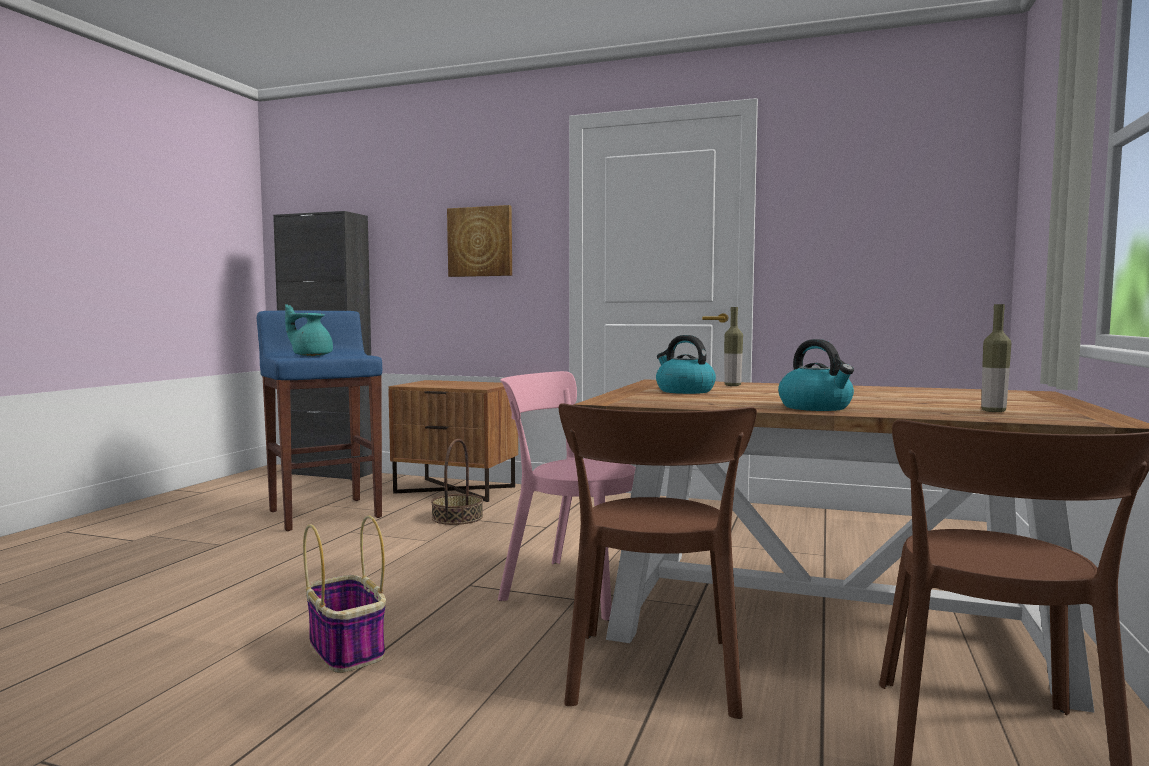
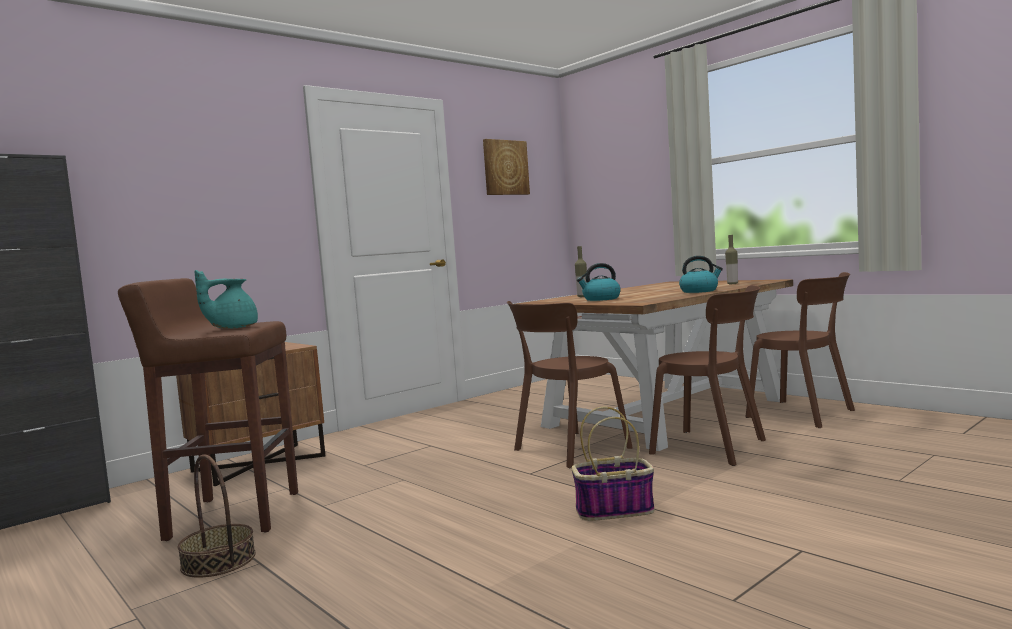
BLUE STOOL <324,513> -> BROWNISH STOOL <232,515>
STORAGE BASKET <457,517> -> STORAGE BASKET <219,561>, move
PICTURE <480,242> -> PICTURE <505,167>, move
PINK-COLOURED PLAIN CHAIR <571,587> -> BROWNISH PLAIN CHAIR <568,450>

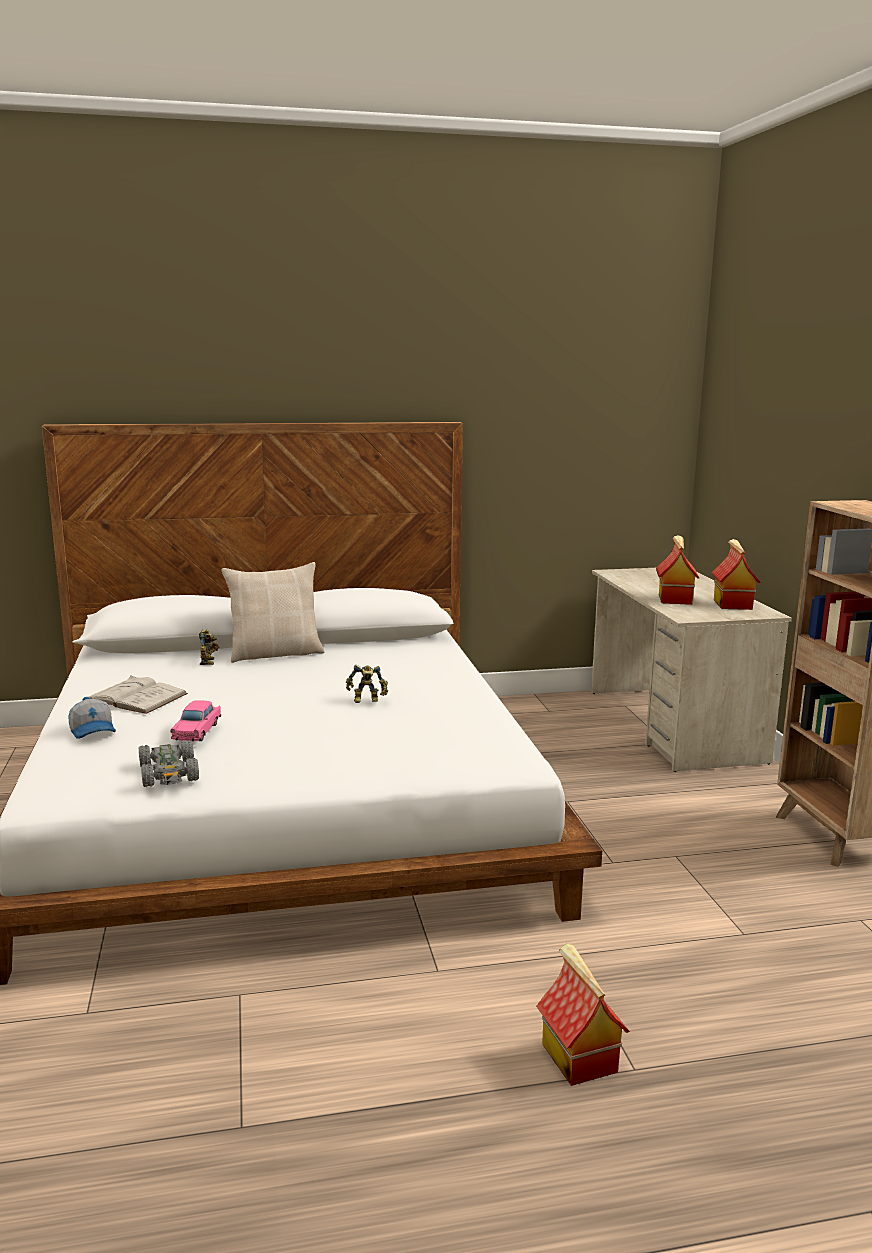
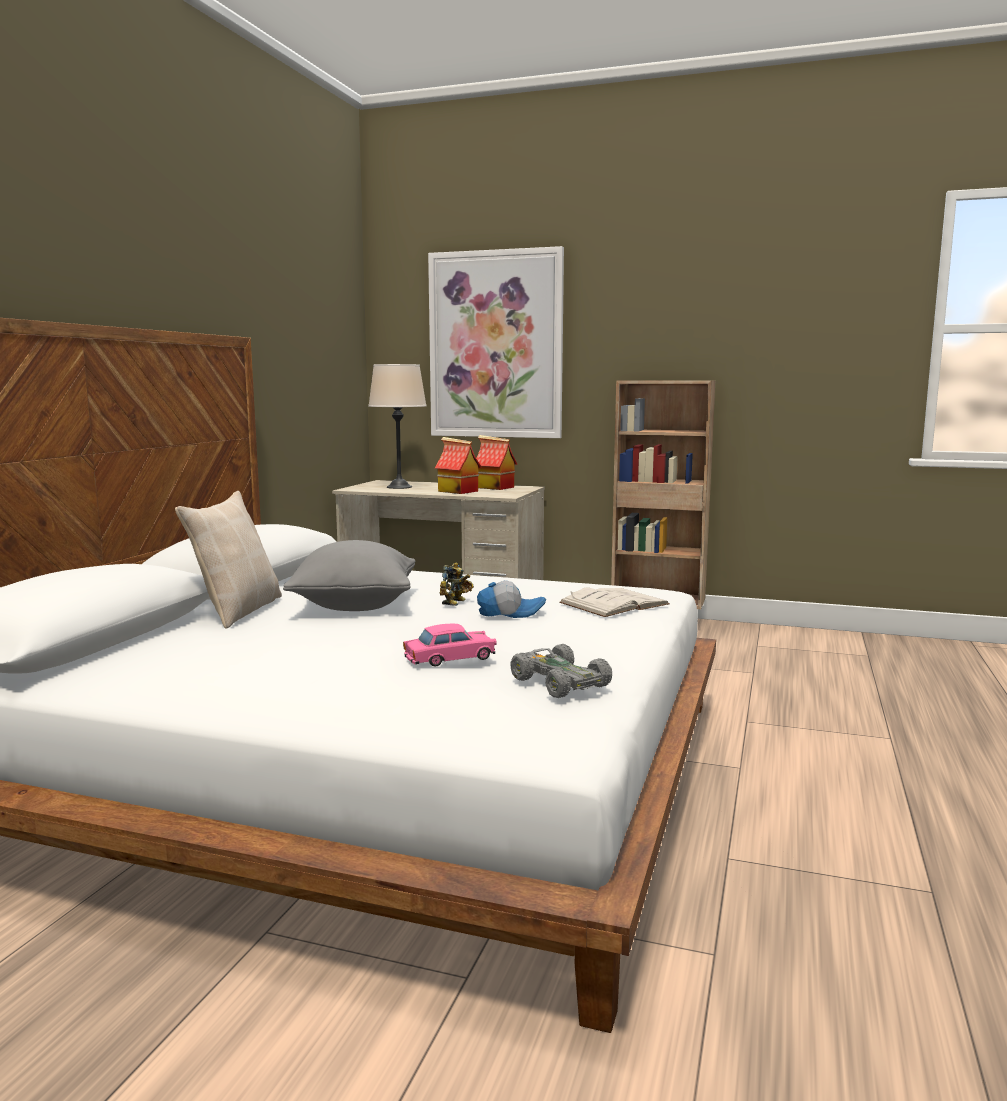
BASEBALL CAP <93,730> -> BASEBALL CAP <510,613>, move
WHITE BOOK <136,697> -> WHITE BOOK <614,603>, move
GREYISH MINIATURE CAR <169,773> -> GREYISH MINIATURE CAR <558,682>, 135 degrees counterclockwise
PINK-COLOURED MINIATURE CAR <197,731> -> PINK-COLOURED MINIATURE CAR <450,658>, 60 degrees counterclockwise
MODEL ROBOT <209,661> -> none
MODEL HOUSE <577,1057> -> none
none -> GREYISH PILLOW <355,606>
none -> BEIGE-COLOURED TABLE LAMP <399,487>
none -> PICTURE <496,345>

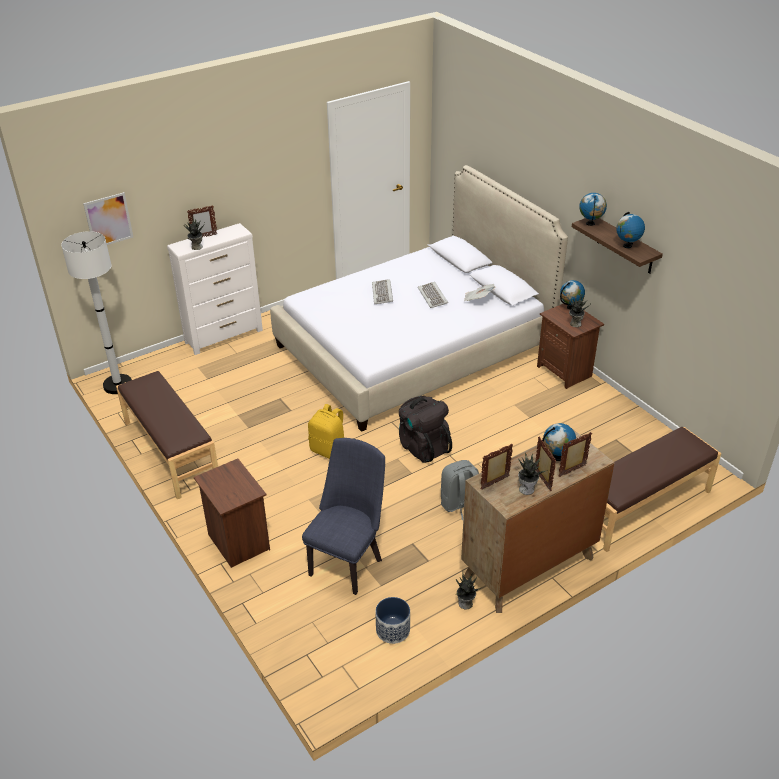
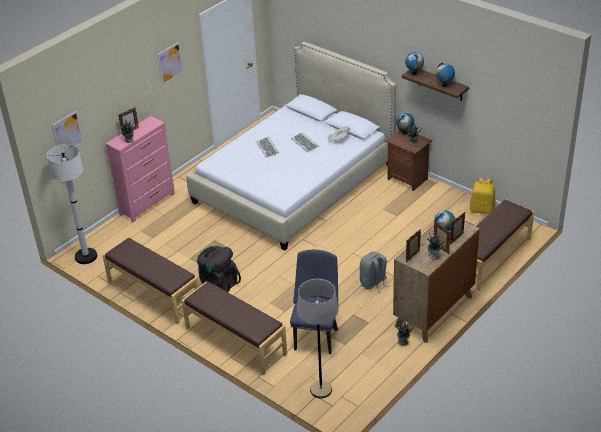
WHITE DRESSER <224,336> -> PINK-COLOURED DRESSER <148,204>
BROWNISH BEDSIDE TABLE <237,542> -> BROWNISH LONG SEAT <235,341>
YELLOW-COLOURED BACKPACK <329,450> -> YELLOW-COLOURED BACKPACK <482,209>, move
PLANTER <392,630> -> none
BLACK BACKPACK <423,446> -> BLACK BACKPACK <218,283>, move
none -> PICTURE <170,63>
none -> GREYISH STANDARD LAMP <321,390>

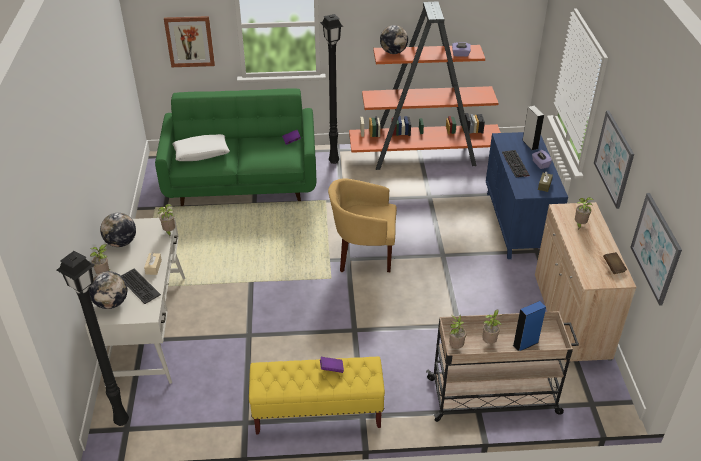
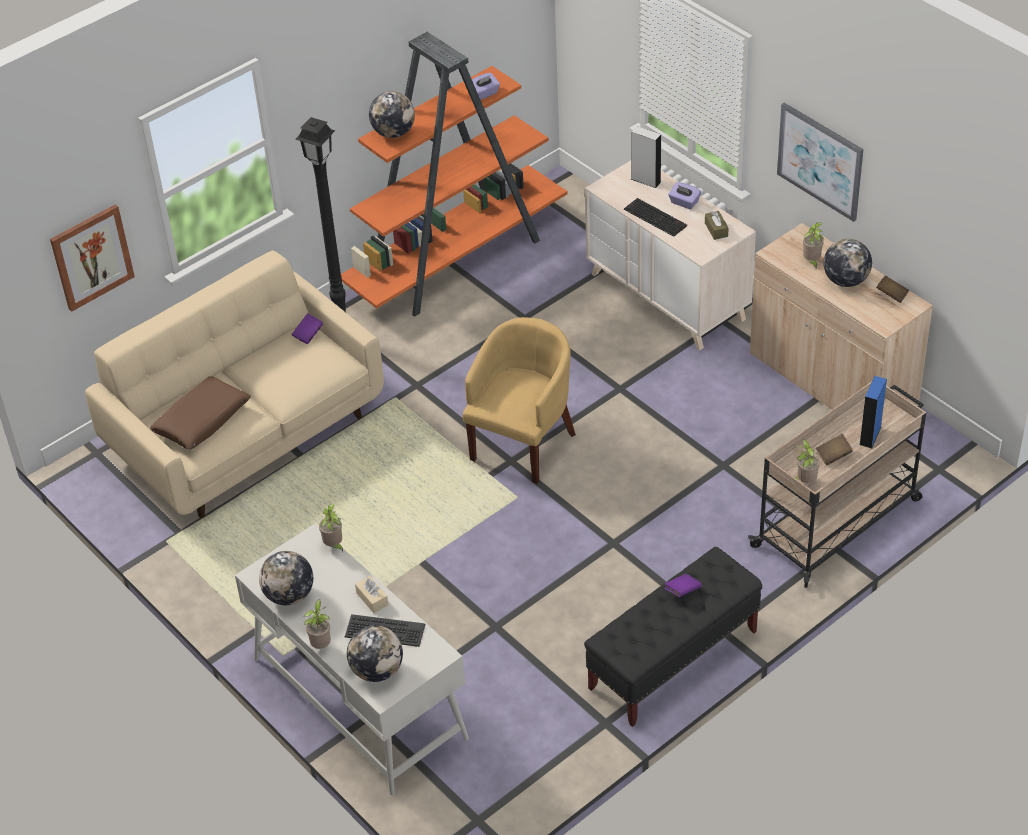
BLACK STANDARD LAMP <120,421> -> none
GREEN COUCH <242,181> -> BEIGE-COLOURED COUCH <247,434>
WHITE PILLOW <201,153> -> BROWNISH PILLOW <202,420>
YELLOW-COLOURED LONG SEAT <317,413> -> BLACK LONG SEAT <672,660>
YELLOW-COLOURED ARMCHAIR <363,254> -> YELLOW-COLOURED ARMCHAIR <523,443>, 150 degrees clockwise
POTTED PLANT <489,342> -> BROWNISH BOOK <833,455>
BLUE DRESSER <517,224> -> BEIGE-COLOURED DRESSER <668,297>
PICTURE <656,248> -> none
none -> WORLD GLOBE <845,281>

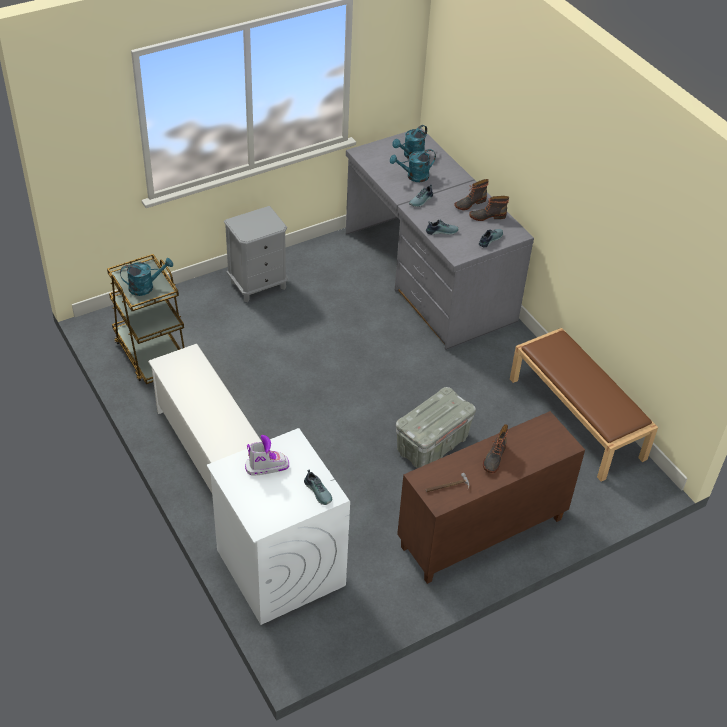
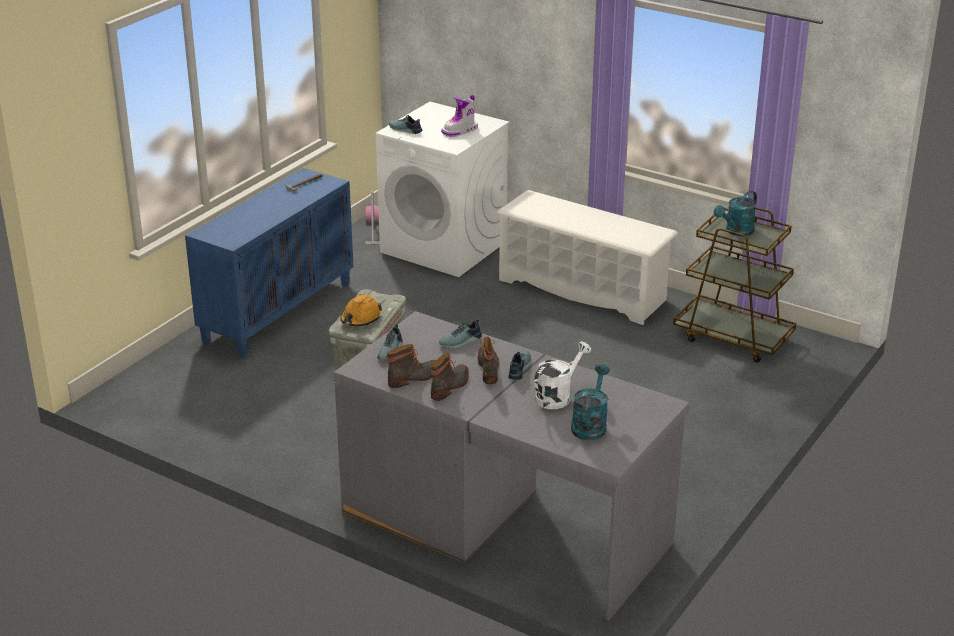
GREYISH BEDSIDE TABLE <258,285> -> none
TURQUOISE WATERING CAN <413,176> -> WHITE WATERING CAN <557,396>
BROWNISH CUPBOARD <481,534> -> BLUE CUPBOARD <278,311>
HIGH-TOP BOOT <494,458> -> HIGH-TOP BOOT <489,368>, move
BROWNISH LONG SEAT <577,418> -> none
none -> ORANGE SAFETY HELMET <360,318>
none -> HOOVER <373,229>

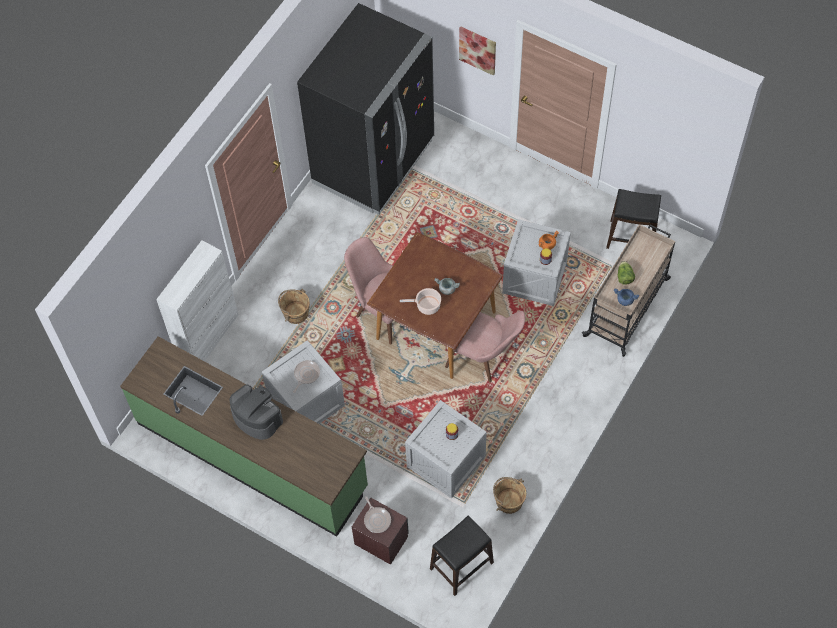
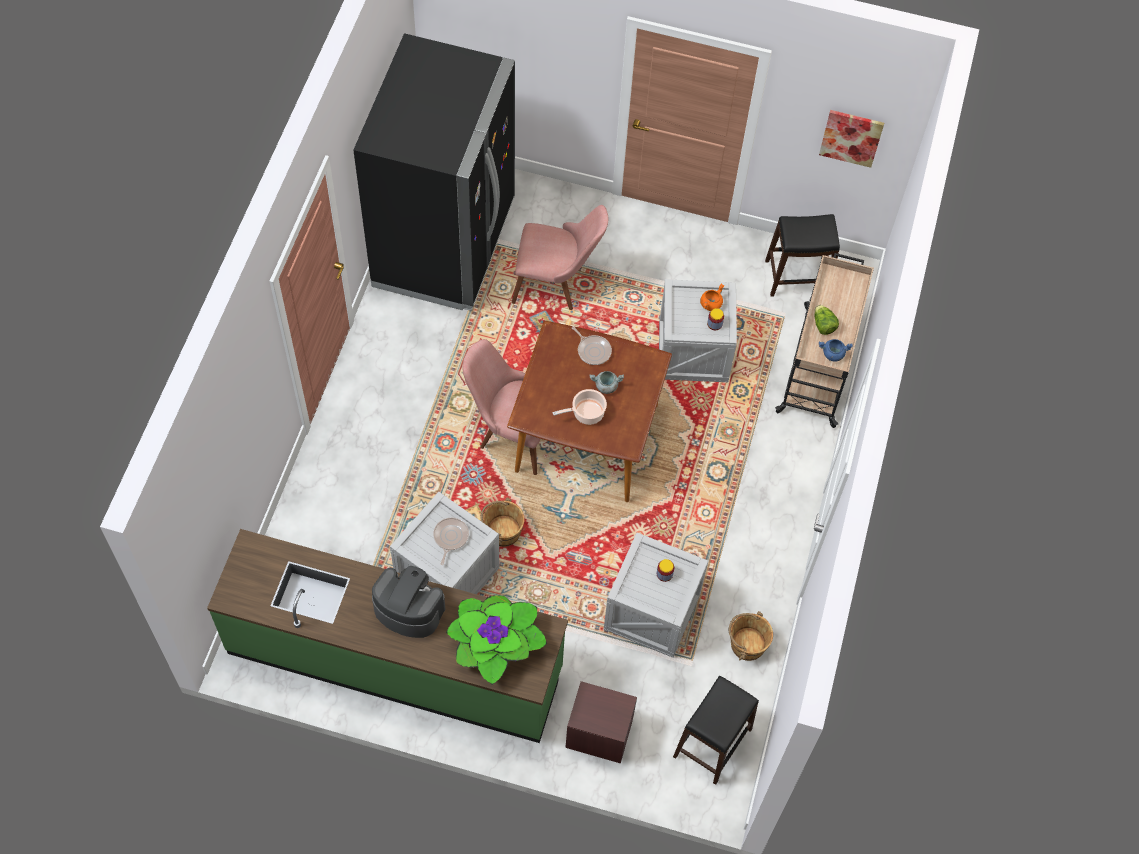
WHITE CUPBOARD <208,337> -> none
BROWNISH PAIL <295,313> -> BROWNISH PAIL <502,531>, move
FRYING PAN <377,519> -> FRYING PAN <593,350>, move
PINK-COLOURED PLAIN CHAIR <485,357> -> PINK-COLOURED PLAIN CHAIR <557,282>, move
PICTURE <477,50> -> PICTURE <851,137>, move
none -> POTTED PLANT <495,644>

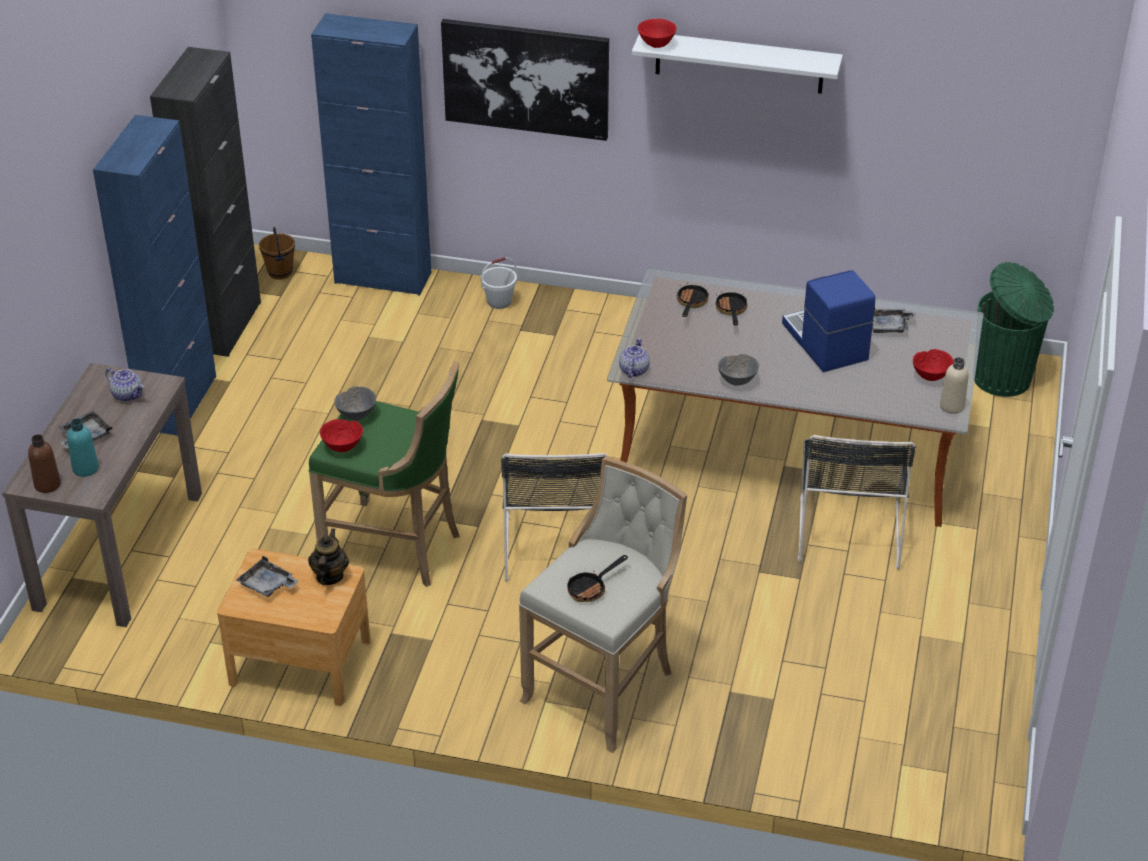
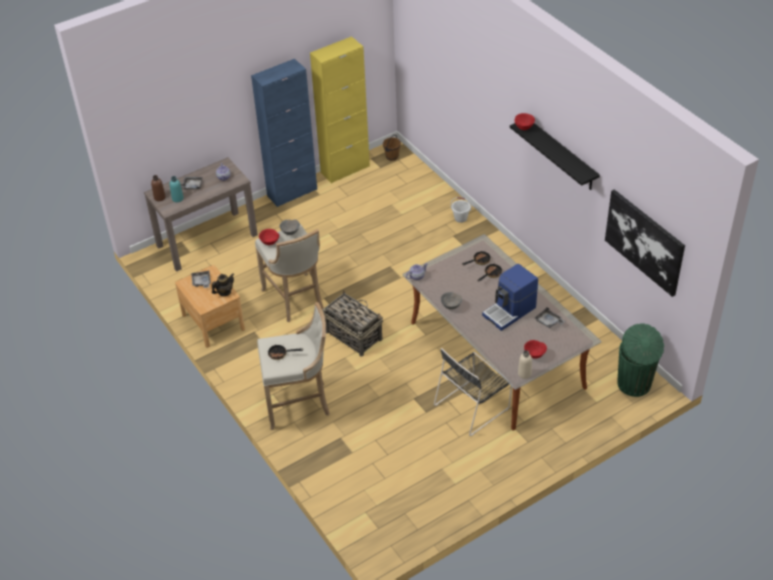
BLACK CUPBOARD <225,326> -> YELLOW-COLOURED CUPBOARD <345,169>
GREEN STOOL <396,548> -> BEIGE-COLOURED STOOL <295,300>
BLUE CUPBOARD <383,278> -> none
PICTURE <526,78> -> PICTURE <644,241>, move
BLACK PLAIN CHAIR <555,543> -> STORAGE BASKET <353,335>
WHITE WALL SHELF <739,62> -> BLACK WALL SHELF <561,155>
COFFEE BREWER <824,342> -> COFFEE BREWER <510,312>, 150 degrees counterclockwise

